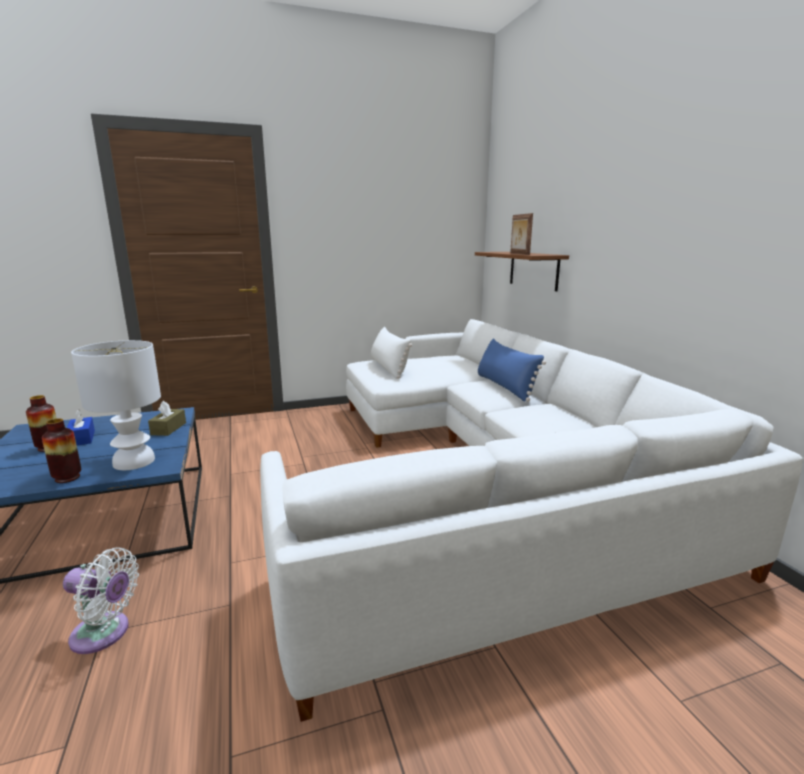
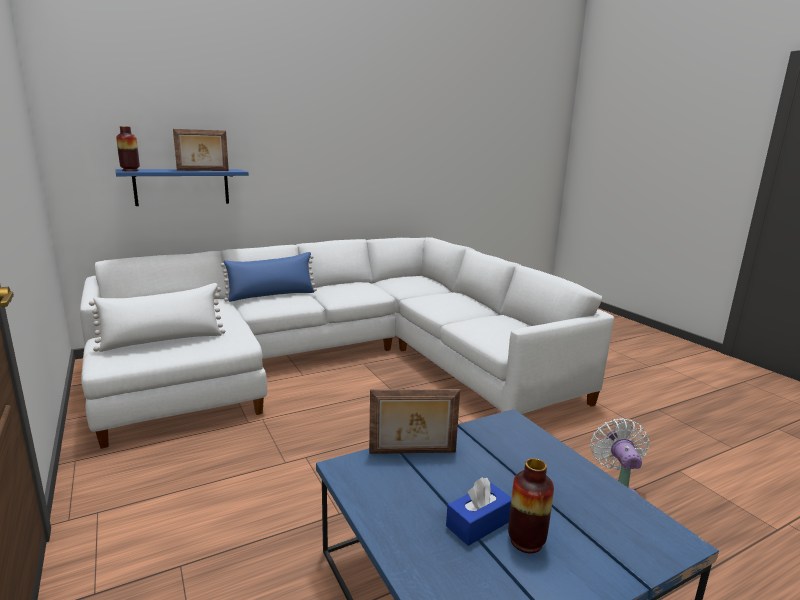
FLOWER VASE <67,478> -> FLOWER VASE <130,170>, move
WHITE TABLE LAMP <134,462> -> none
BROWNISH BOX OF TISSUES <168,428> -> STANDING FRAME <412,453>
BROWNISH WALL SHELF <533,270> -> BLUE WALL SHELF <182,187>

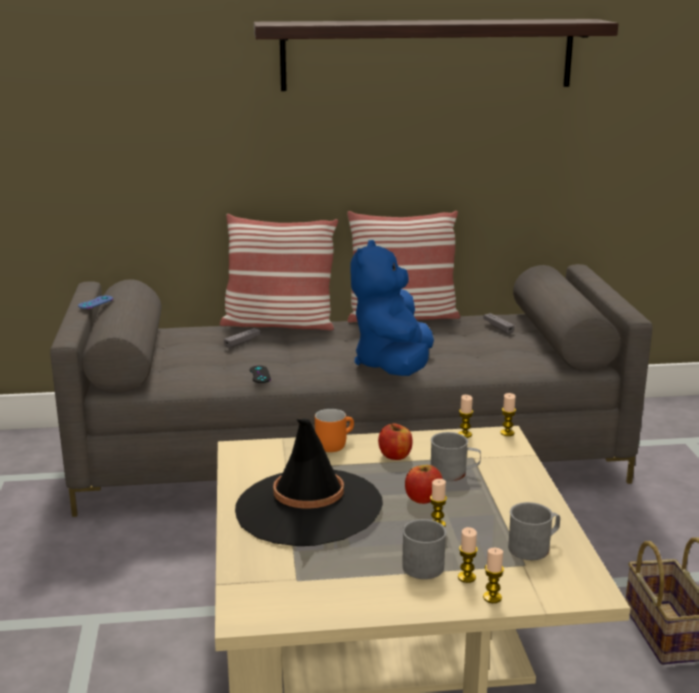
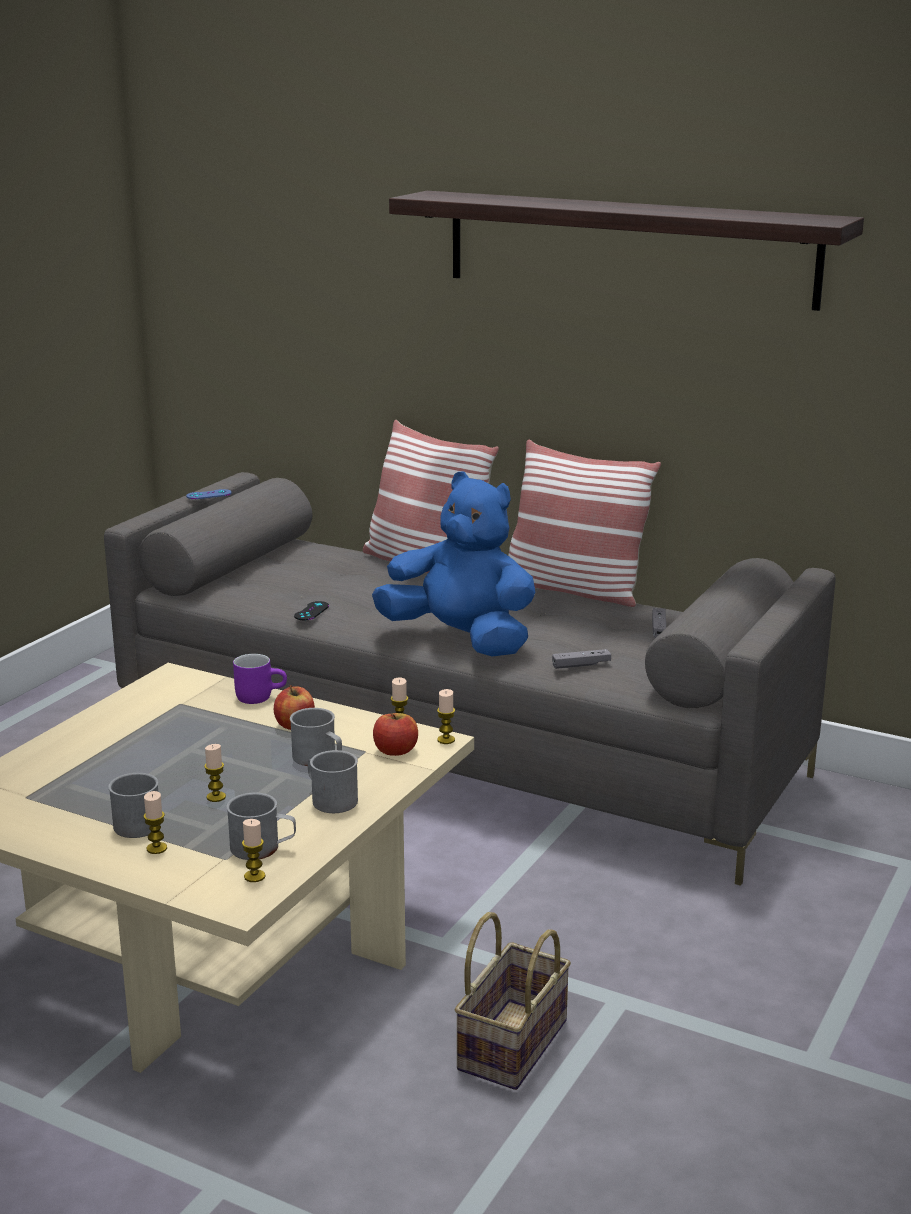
GREYISH GAME CONTROLLER <242,342> -> GREYISH GAME CONTROLLER <581,665>, move
BLACK CLOTHING HAT <308,507> -> none
ORANGE MUG <333,444> -> PURPLE MUG <260,696>
BLUE CUDDLY TOY <394,366> -> BLUE CUDDLY TOY <461,640>, 75 degrees clockwise
APPLE FRUIT <423,498> -> APPLE FRUIT <395,751>, move
WAX CANDLE <492,597> -> WAX CANDLE <254,876>, move
none -> GREYISH MUG <330,799>

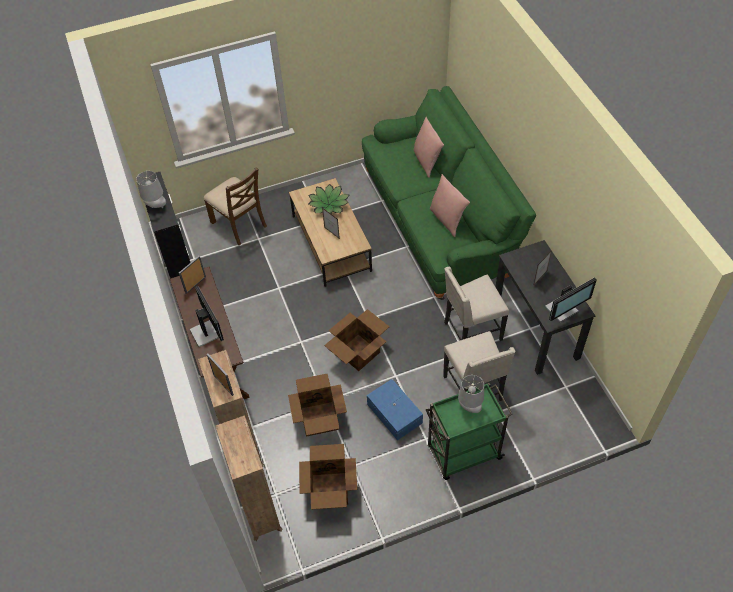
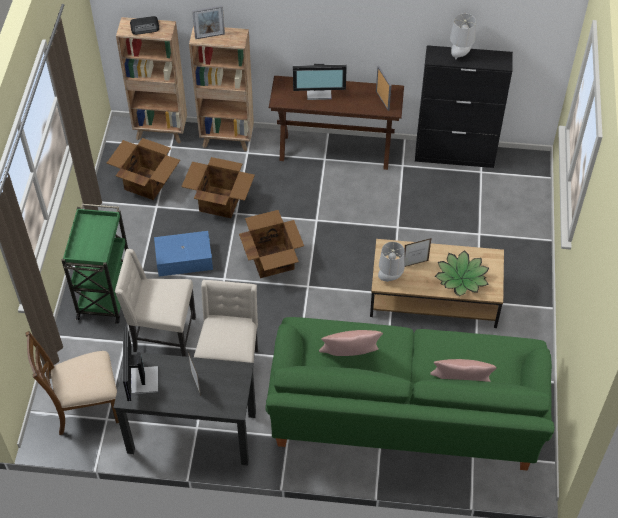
BROWNISH PLAIN CHAIR <239,224> -> BROWNISH PLAIN CHAIR <85,406>, move
GREYISH TABLE LAMP <469,407> -> GREYISH TABLE LAMP <390,278>, move
none -> RADIO SET <145,27>

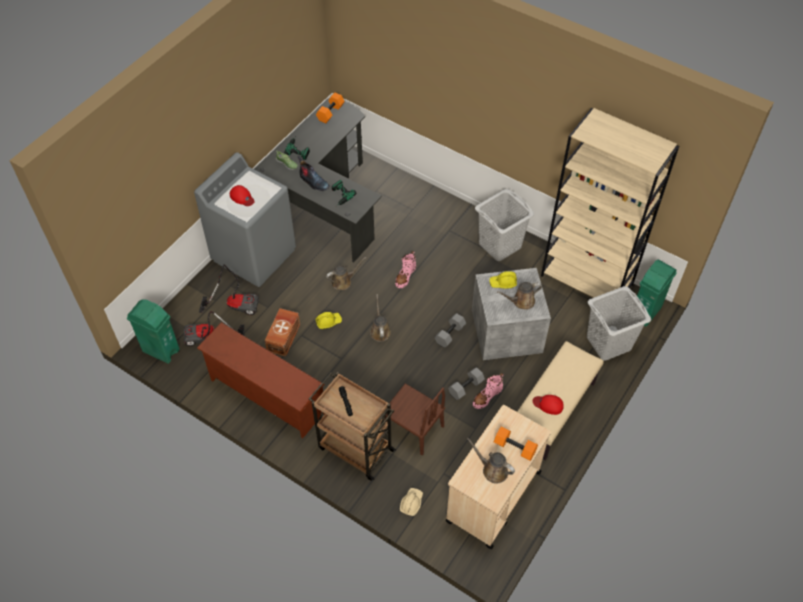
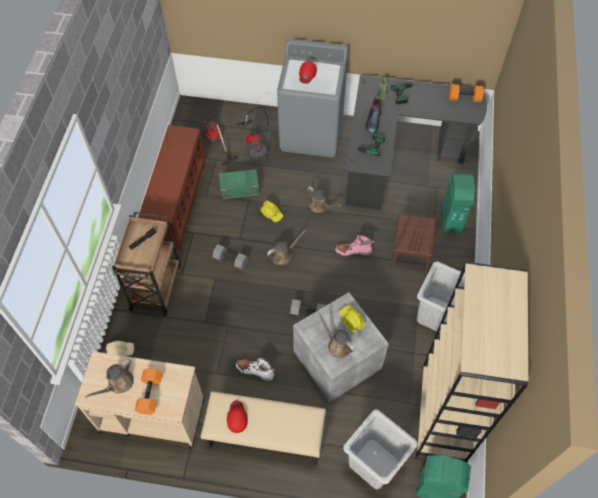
GREEN WASTE BIN <161,350> -> GREEN WASTE BIN <451,221>, move
BROWNISH STORAGE CONTAINER <284,337> -> GREEN STORAGE CONTAINER <240,190>
BROWNISH PLAIN CHAIR <413,428> -> BROWNISH PLAIN CHAIR <410,252>, move
GREYISH DUMBBELL <466,388> -> GREYISH DUMBBELL <230,260>, move
BROWNISH WATERING CAN <492,470> -> BROWNISH WATERING CAN <118,383>, 150 degrees counterclockwise
PINK-COLOURED HIGH-TOP BOOT <487,396> -> WHITE HIGH-TOP BOOT <255,370>

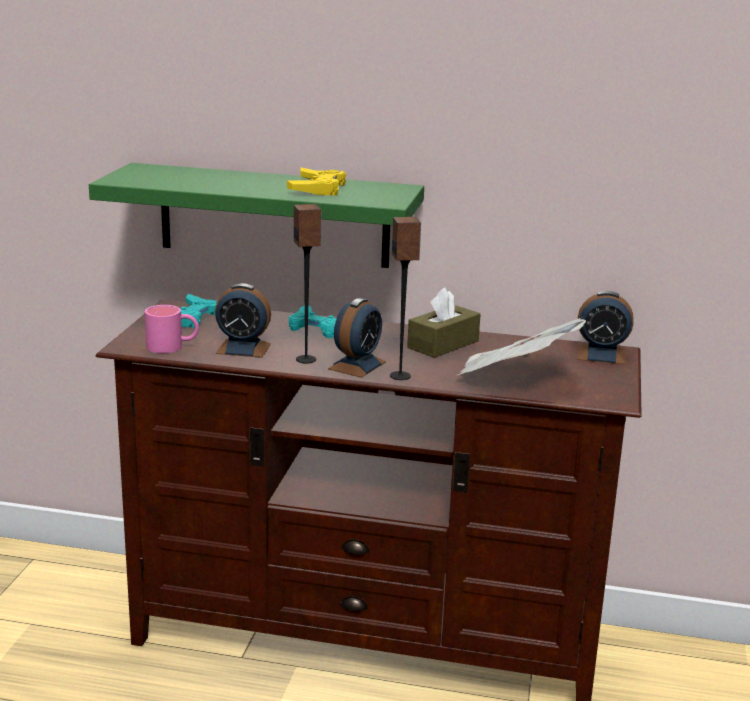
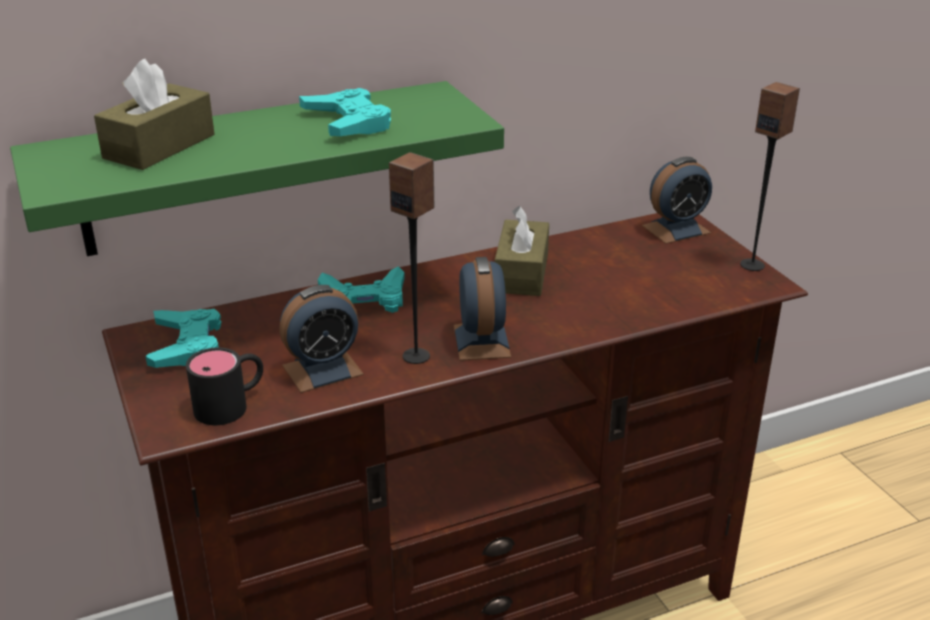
PINK-COLOURED MUG <173,347> -> BLACK MUG <231,404>
YELLOW-COLOURED GAME CONTROLLER <318,188> -> TURQUOISE GAME CONTROLLER <348,122>
AUDIO SPEAKER <400,376> -> AUDIO SPEAKER <752,265>, move
DAILY PAPER <515,378> -> none
none -> BROWNISH BOX OF TISSUES <159,146>

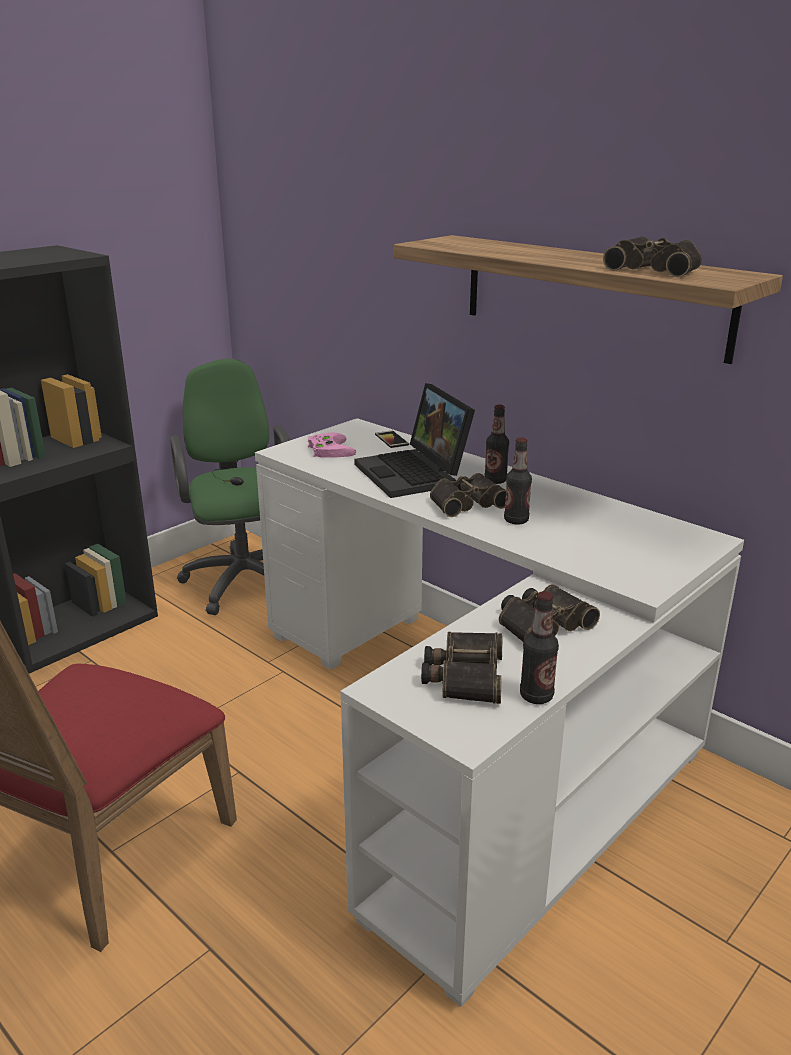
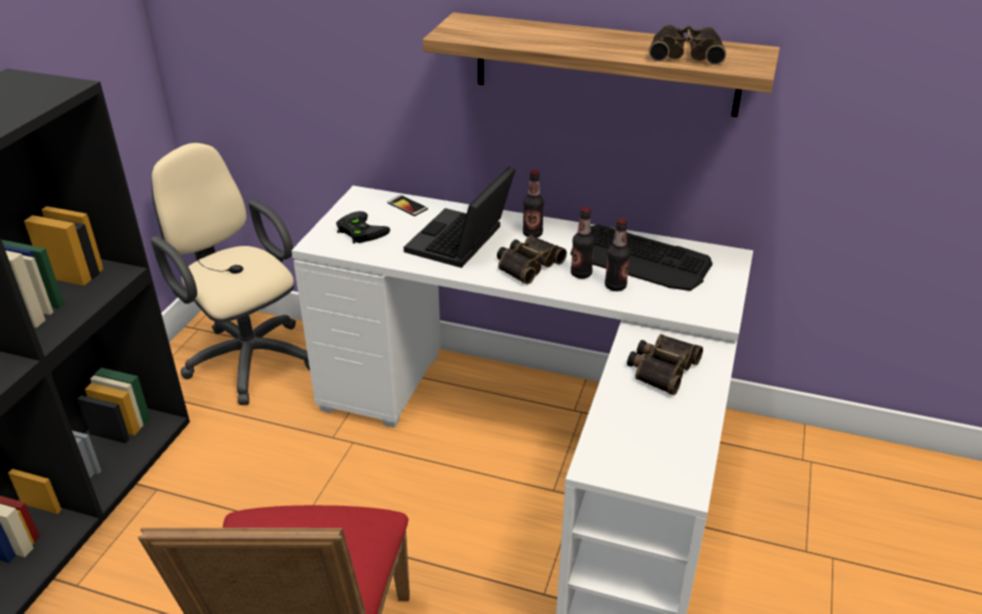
GREEN DESK CHAIR <243,578> -> BEIGE-COLOURED DESK CHAIR <247,356>
PINK-COLOURED GAME CONTROLLER <328,449> -> BLACK GAME CONTROLLER <359,231>
PORTABLE COMPUTER <415,474> -> PORTABLE COMPUTER <461,243>, 75 degrees clockwise
FIELD GLASSES <464,675> -> none
DRINK BOTTLE <536,696> -> DRINK BOTTLE <615,286>, move
none -> PC KEYBOARD <640,260>

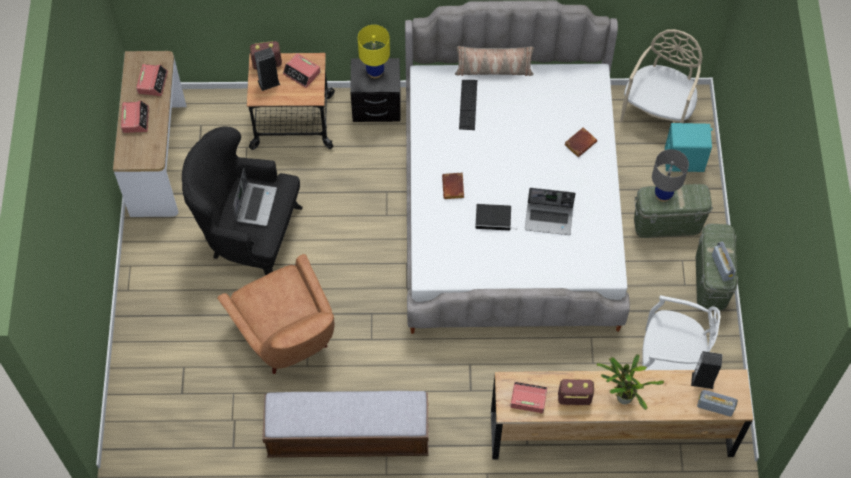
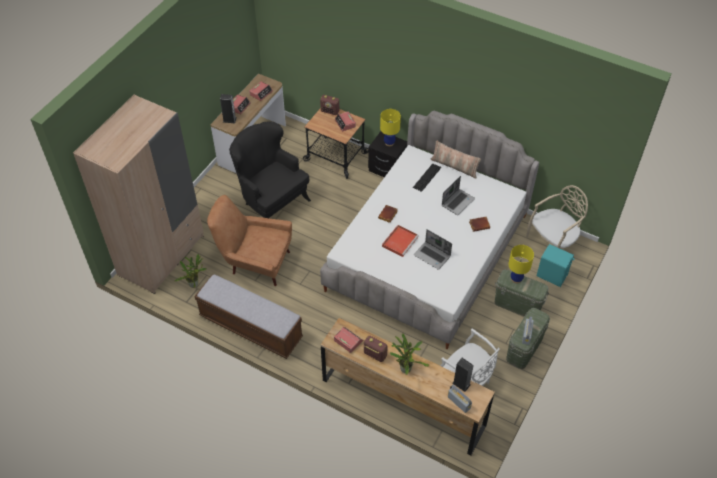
BROWNISH ARMCHAIR <288,339> -> BROWNISH ARMCHAIR <255,262>, 105 degrees clockwise
PORTABLE COMPUTER <256,204> -> PORTABLE COMPUTER <458,202>, move
AUDIO SPEAKER <268,82> -> AUDIO SPEAKER <229,120>, move
BOOK <494,218> -> REDDISH TRAY <400,241>
GREYISH TABLE LAMP <663,195> -> YELLOW-COLOURED TABLE LAMP <516,279>
none -> BEIGE-COLOURED WARDROBE <161,255>
none -> POTTED PLANT <194,283>

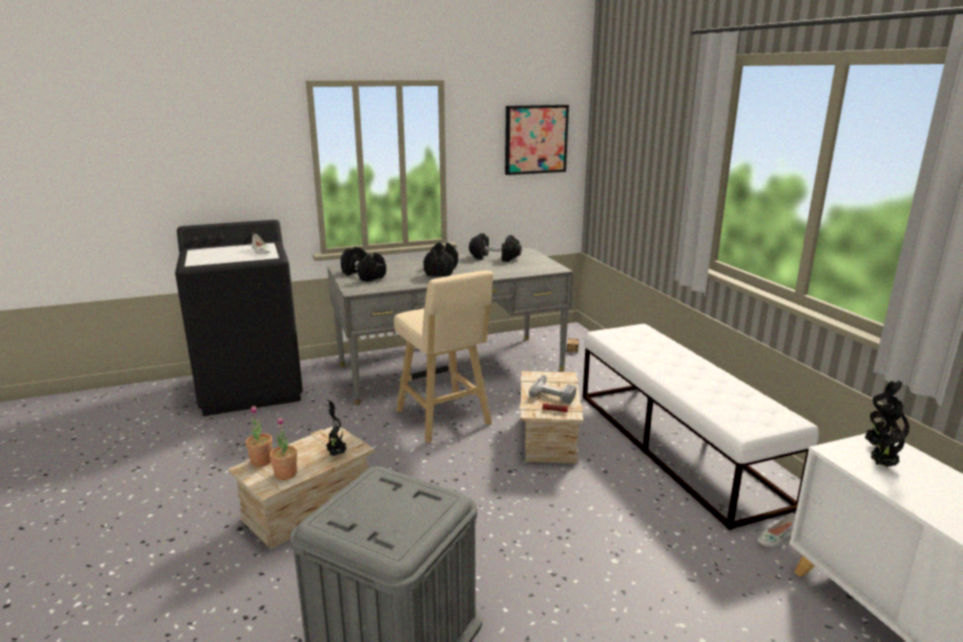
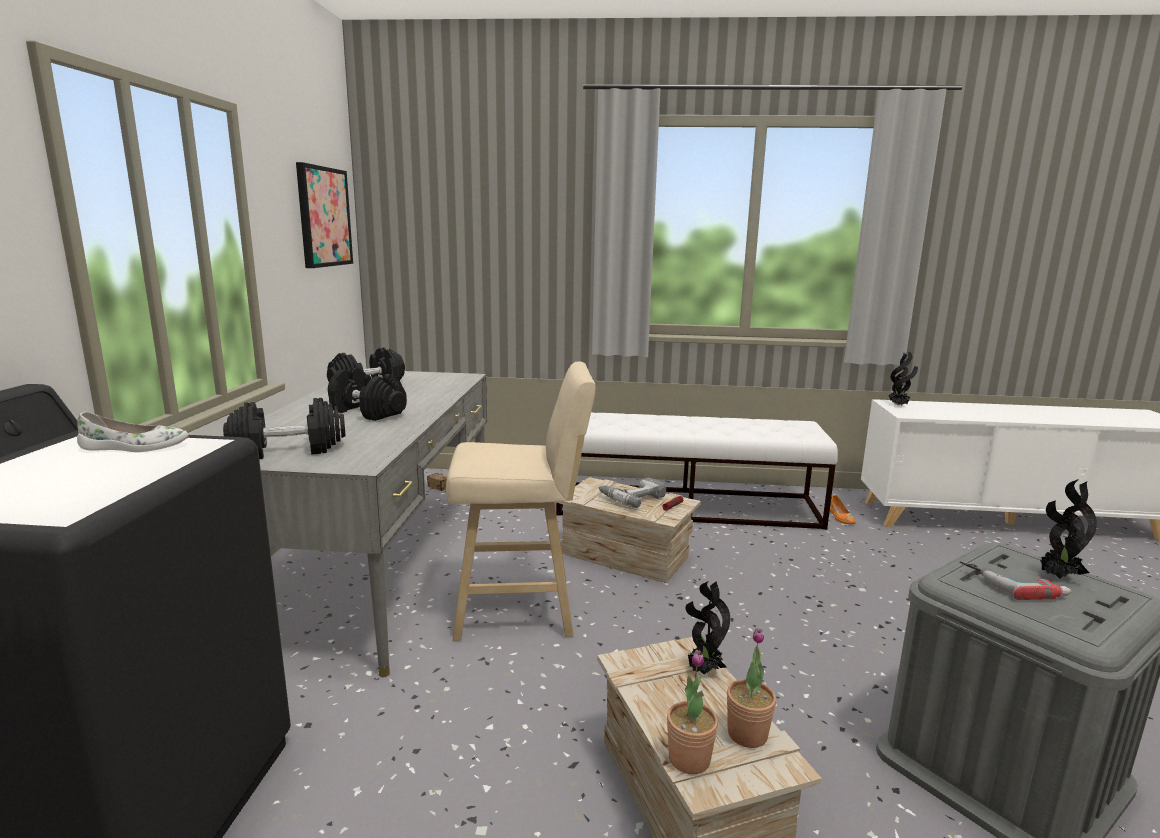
WHITE ITEM OF FOOTWEAR <775,537> -> ORANGE ITEM OF FOOTWEAR <840,517>
POTTED PLANT <881,465> -> POTTED PLANT <1057,576>, move
none -> ELECTRIC DRILL <1013,583>

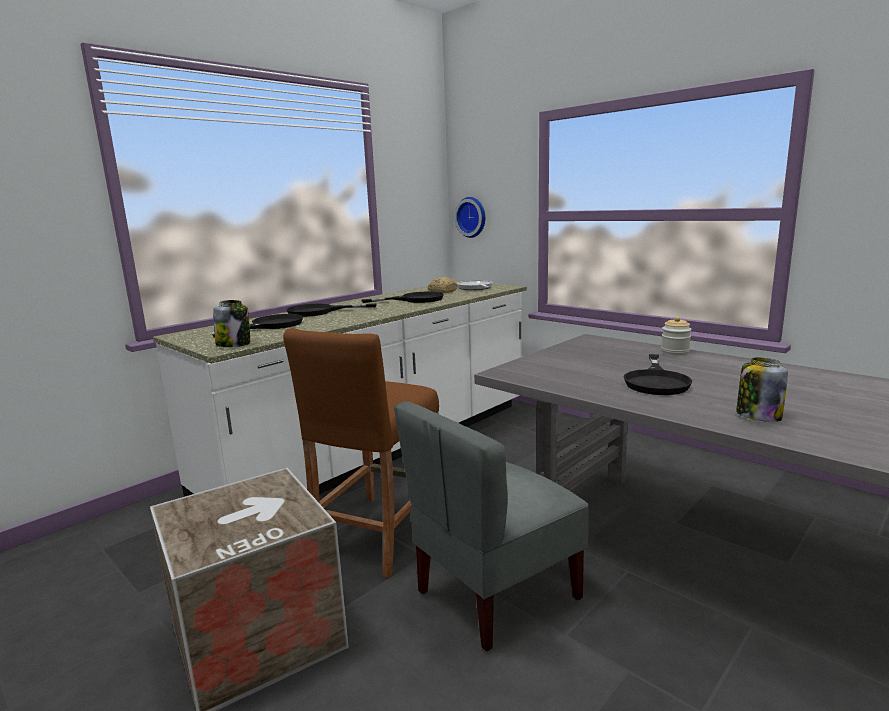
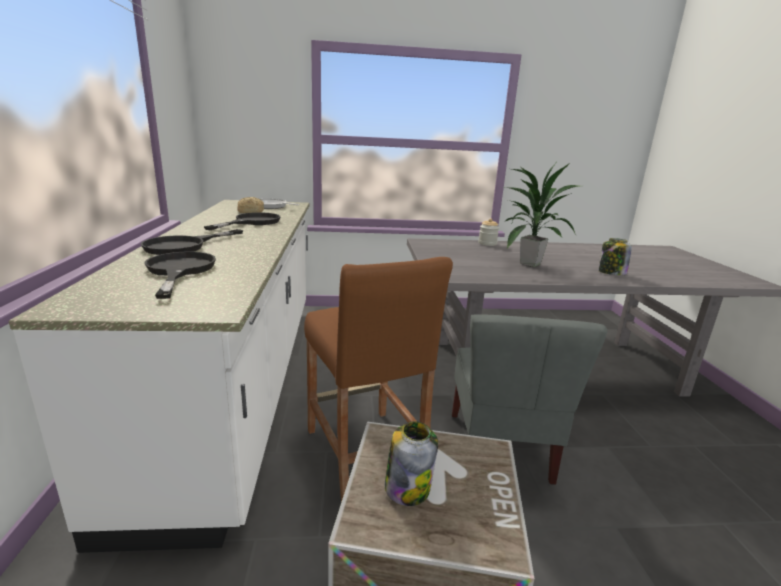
JAR <234,344> -> JAR <408,487>, move
WALL CLOCK <472,217> -> none
BLACK FRYING PAN <656,381> -> POTTED PLANT <529,263>

